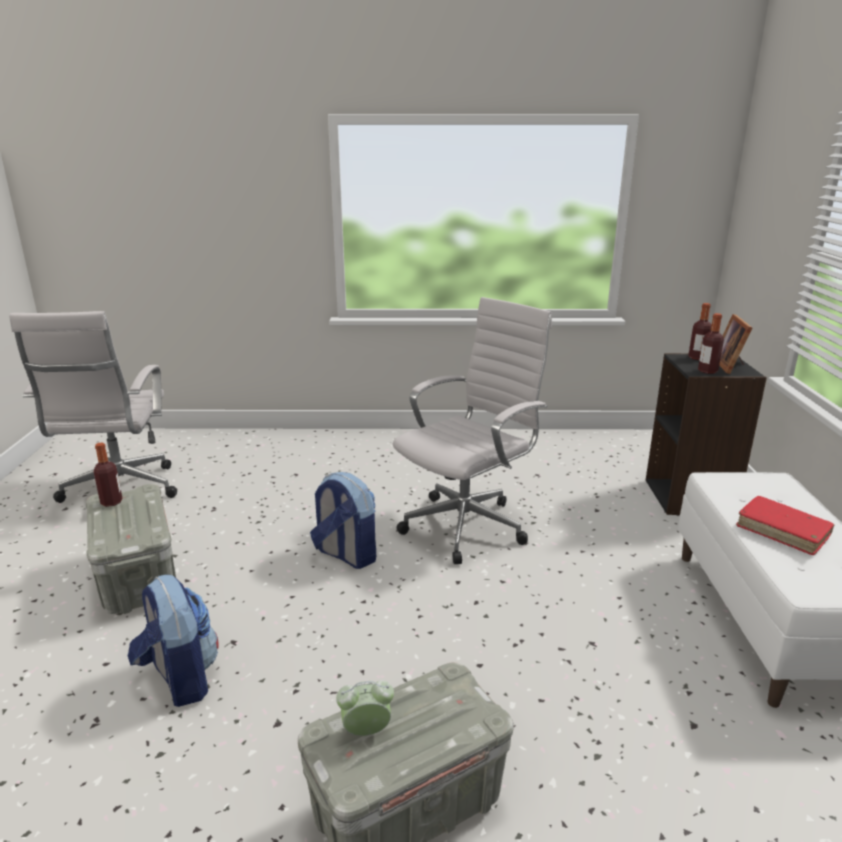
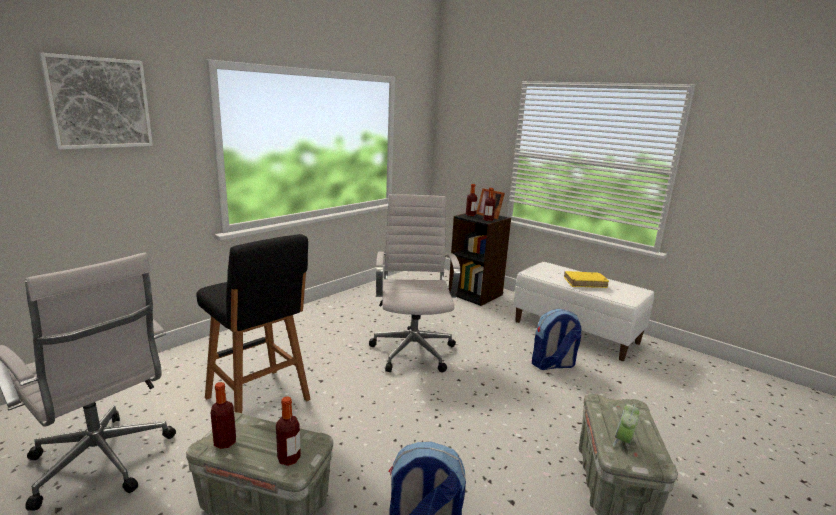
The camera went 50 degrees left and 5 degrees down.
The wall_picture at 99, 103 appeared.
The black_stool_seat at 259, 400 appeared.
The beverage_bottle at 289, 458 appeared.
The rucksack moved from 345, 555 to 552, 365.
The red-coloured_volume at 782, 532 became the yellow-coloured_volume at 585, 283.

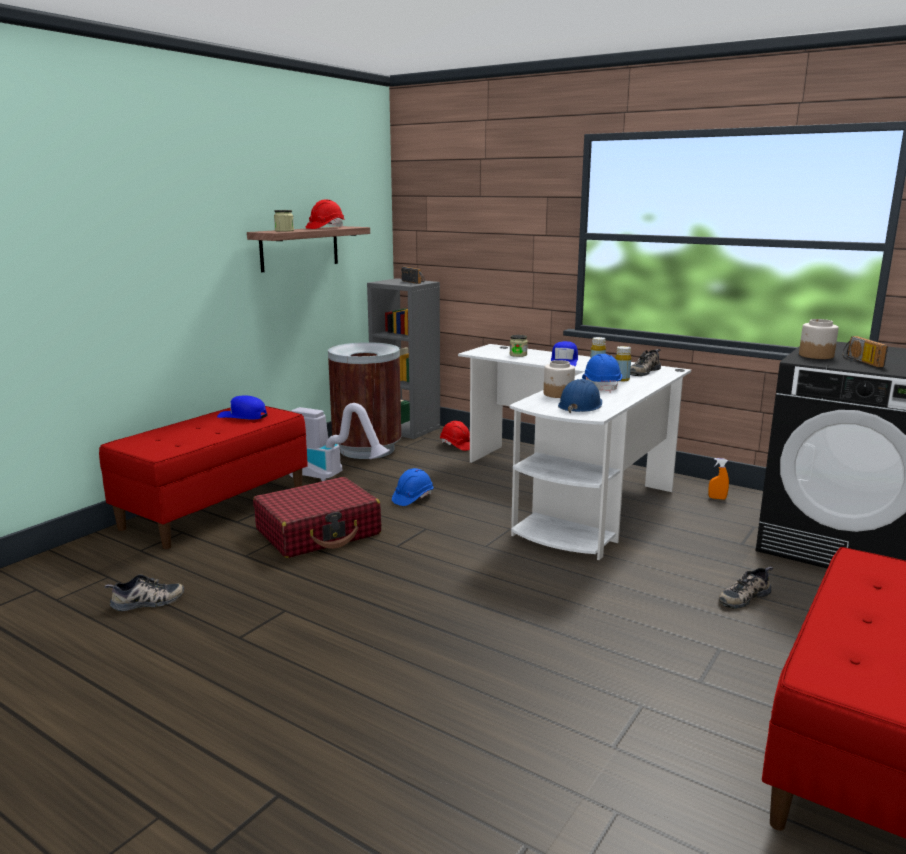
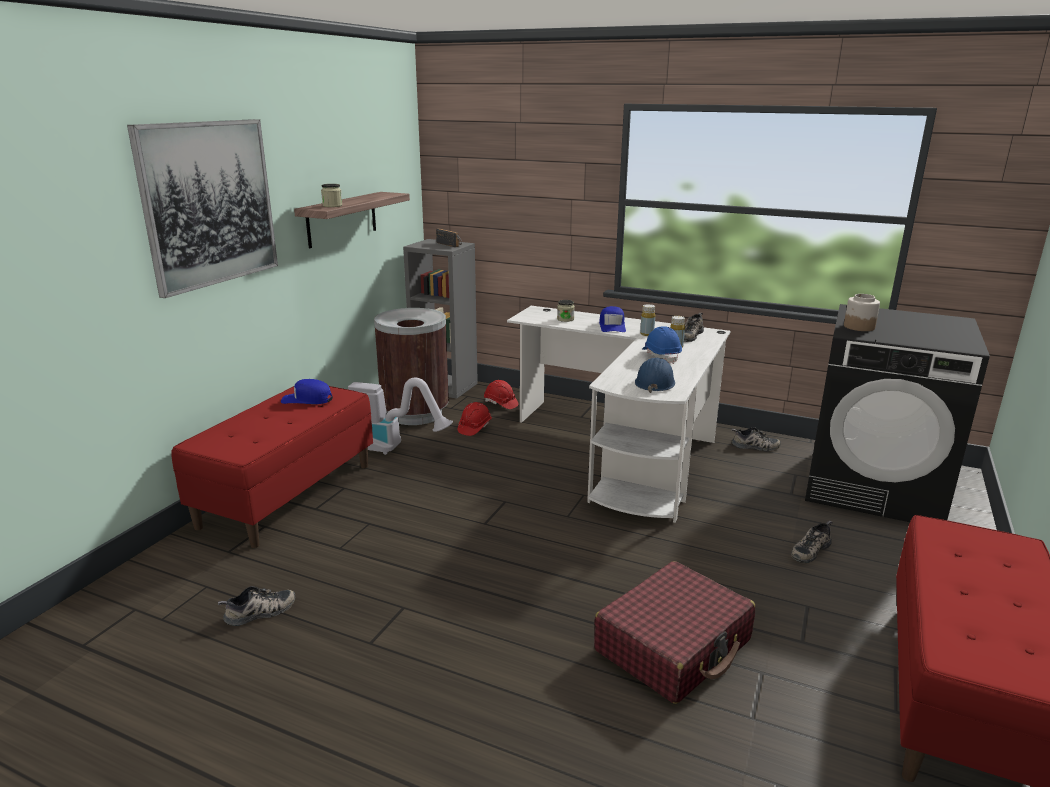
The camera went 10 degrees left and 5 degrees up.
The wall_picture at 209, 204 appeared.
The red-coloured_safety_helmet moved from 325, 228 to 474, 428.
The red-coloured_travel_case moved from 319, 532 to 673, 646.
The orange_sprayer at 717, 498 was replaced by the low_shoe at 754, 446.
The blue-coloured_safety_helmet at 412, 498 disappeared.
The storage_jar at 558, 394 disappeared.
The radio_set at 859, 362 disappeared.

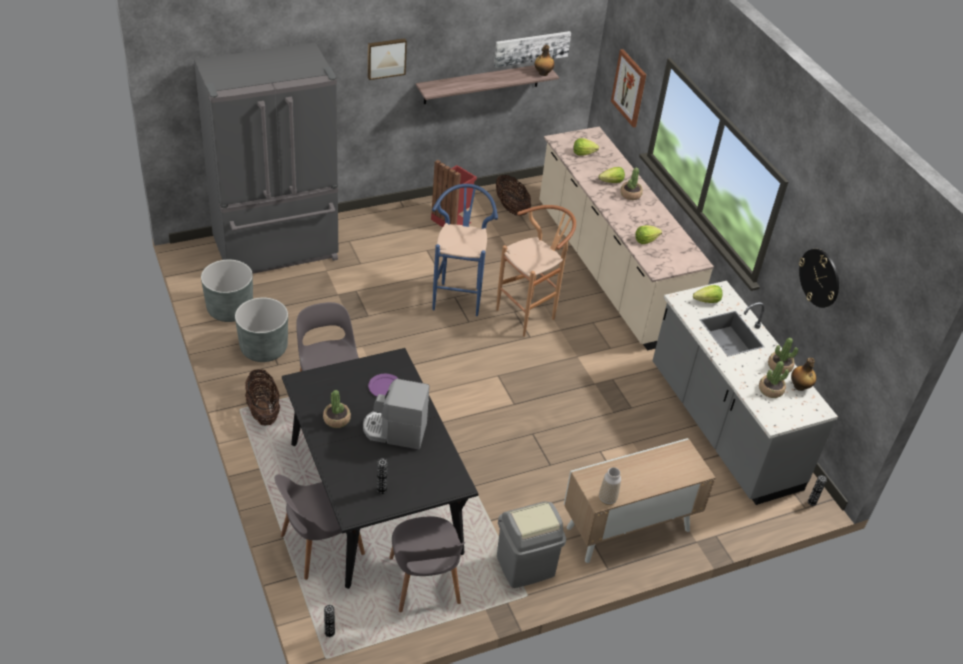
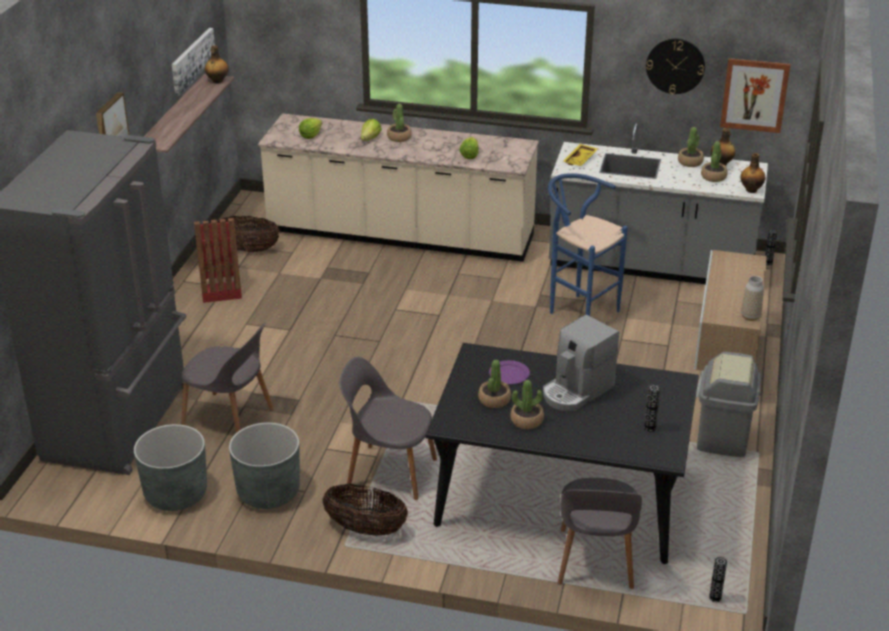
The camera went 50 degrees left and 10 degrees down.
The greyish_plain_chair moved from 424, 582 to 230, 419.
The houseplant at 494, 400 appeared.
The blue-coloured_stool_seat moved from 458, 295 to 578, 310.
The head_of_lettuce at 707, 301 was replaced by the yellow-coloured_serving_tray at 580, 160.
The wall_picture moved from 629, 88 to 754, 95.
The beverage_bottle at 751, 190 appeared.
The brown_stool_seat at 530, 313 disappeared.

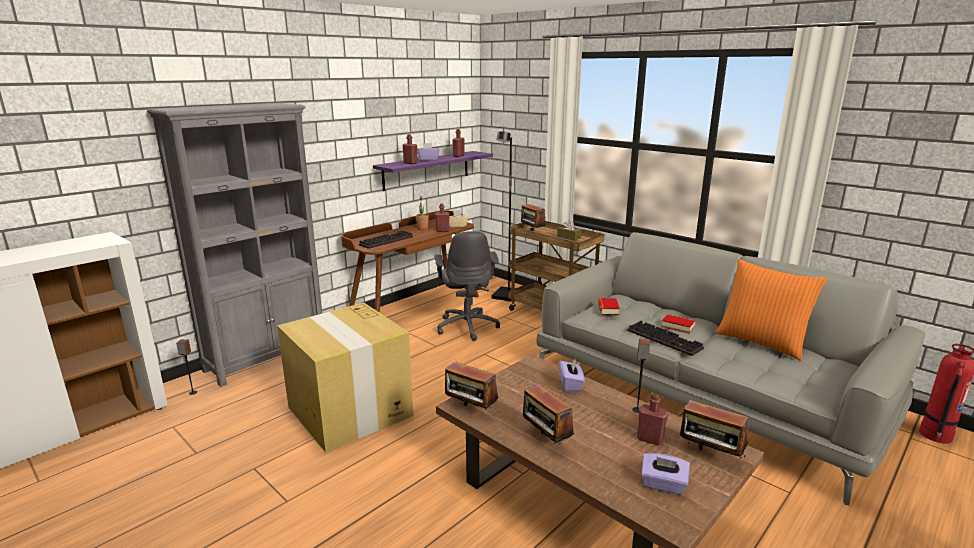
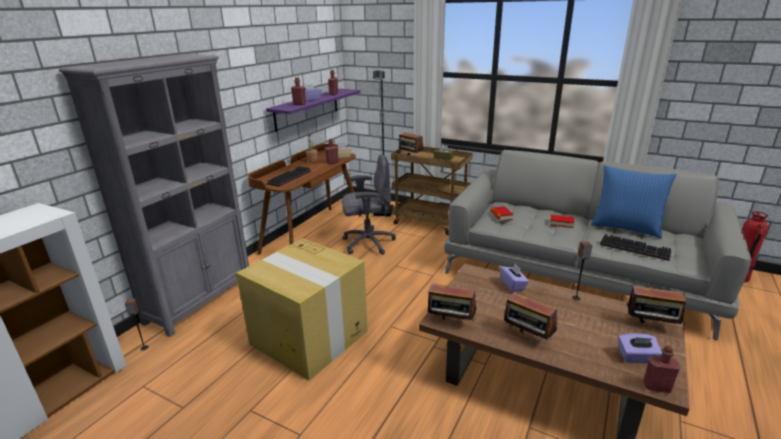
The camera went 15 degrees left and 5 degrees up.
The greyish_office_chair at 467, 326 turned 75 degrees counterclockwise.
The orange_cushion at 761, 342 became the blue-coloured_cushion at 626, 227.
The keyboard moved from 666, 339 to 636, 248.
The red-coloured_beverage_bottle moved from 650, 439 to 656, 387.

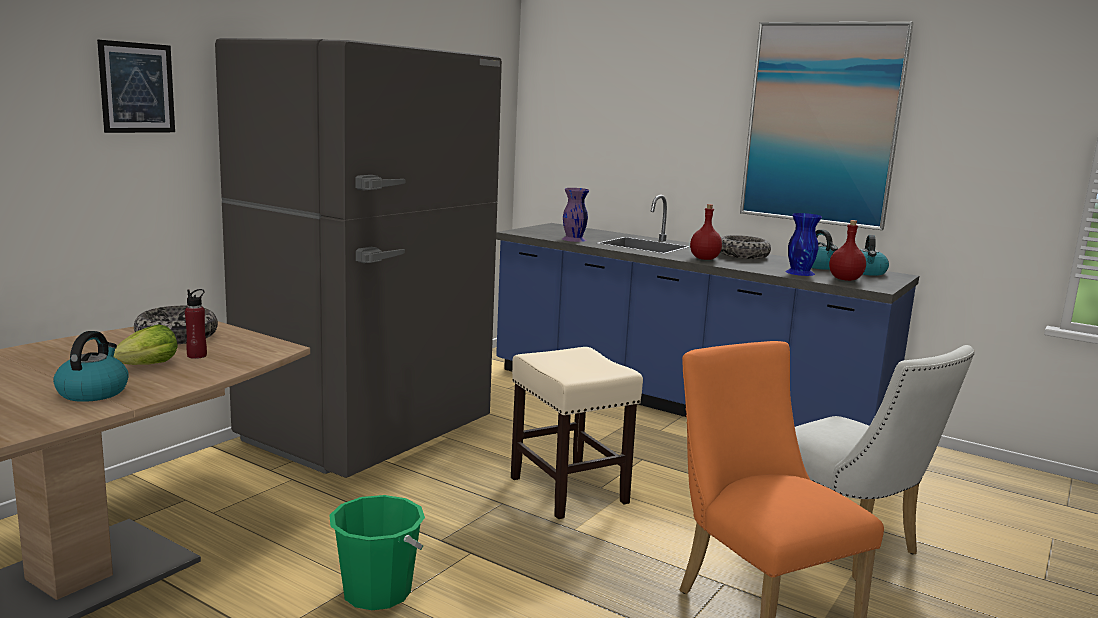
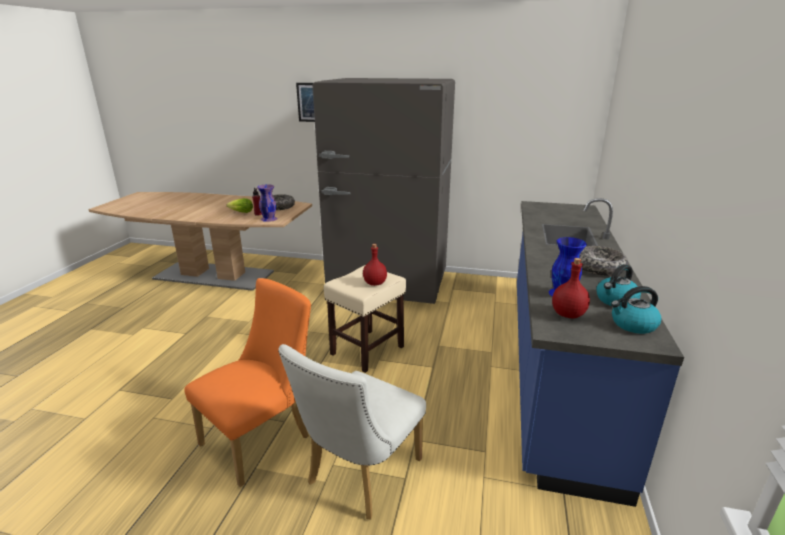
The camera went 70 degrees right and 10 degrees up.
The purplish_decorative_vase moved from 573, 239 to 268, 219.
The red-coloured_beverage_bottle moved from 704, 259 to 374, 283.
The kettle at 93, 392 disappeared.
The greenish_pail at 377, 593 disappeared.
The wall_picture at 821, 124 disappeared.

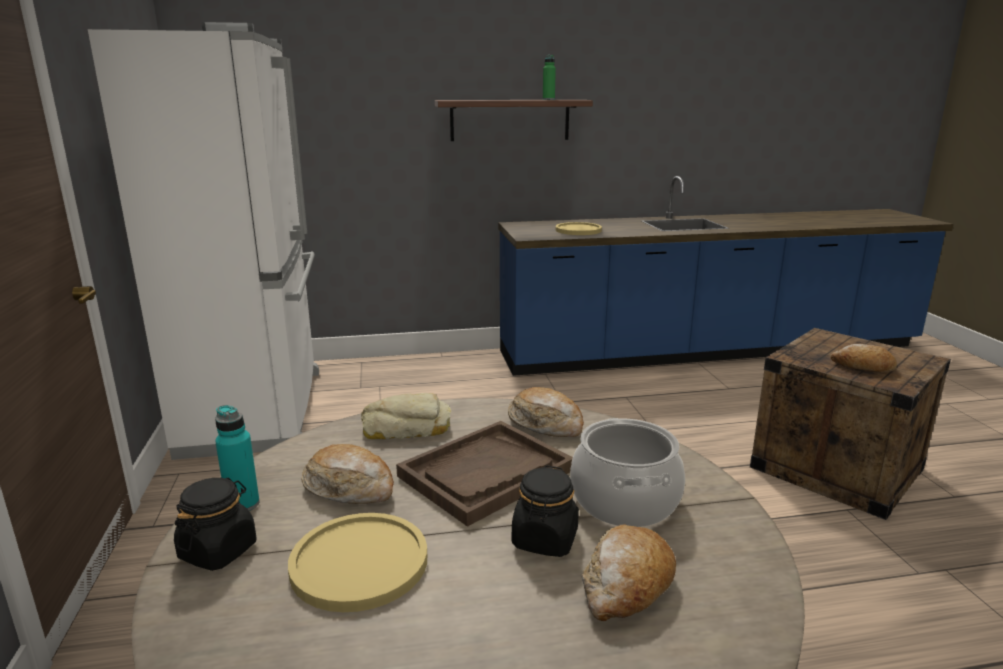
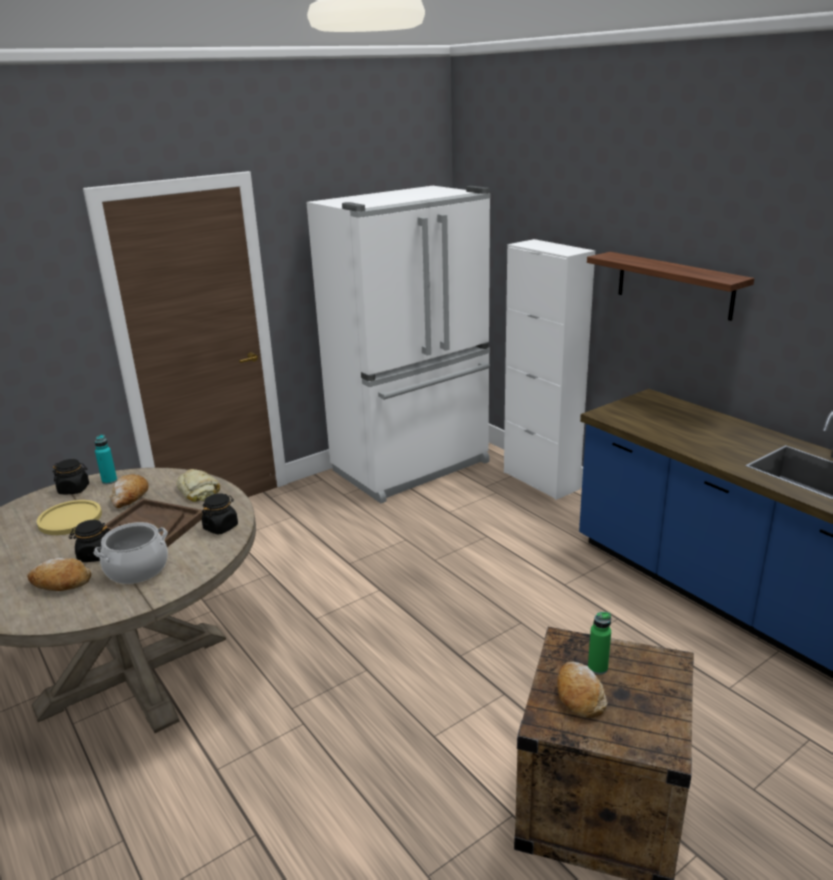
The camera went 65 degrees right and 5 degrees up.
The baked_bread at 546, 424 was replaced by the black_storage_jar at 221, 527.
The white-coloured_storage_cabinet at 541, 480 appeared.
The greenish_beverage_bottle moved from 548, 99 to 597, 667.
The yellow-coloured_flat_dish at 578, 230 disappeared.

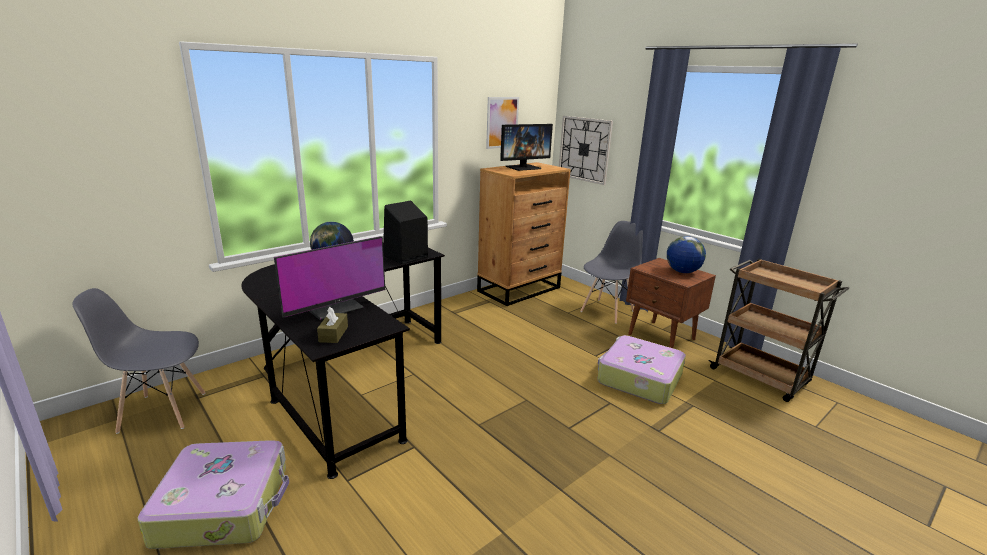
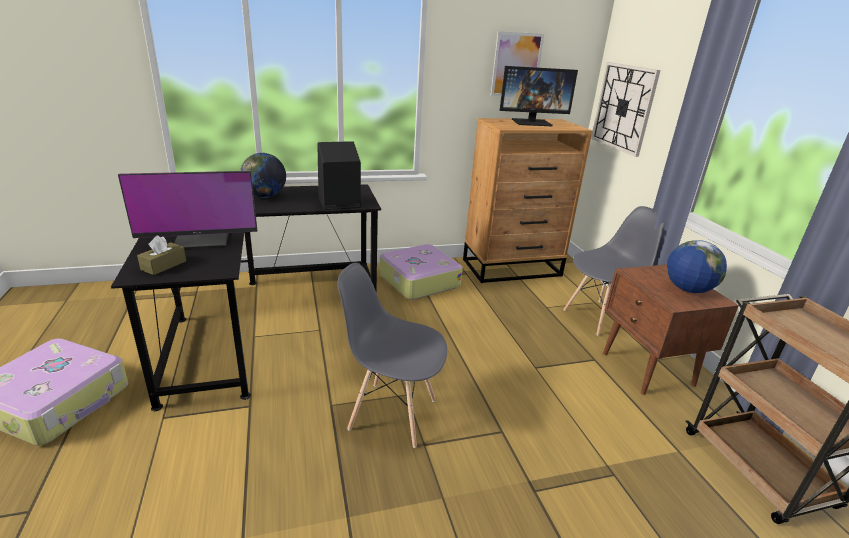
The camera went 25 degrees right and 5 degrees up.
The greyish_plain_chair moved from 162, 412 to 392, 413.
The travel_case moved from 638, 378 to 418, 280.

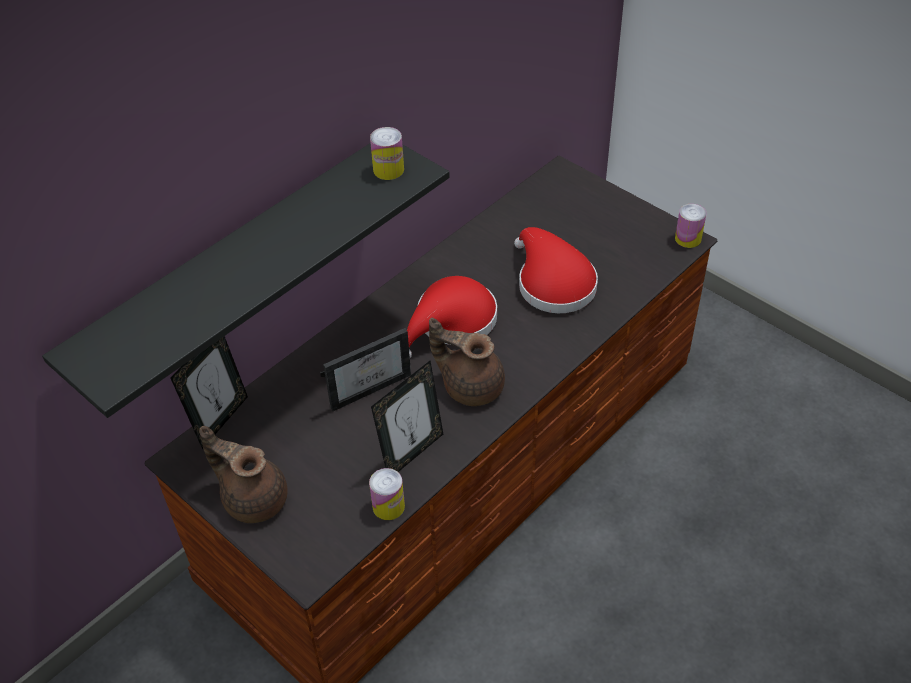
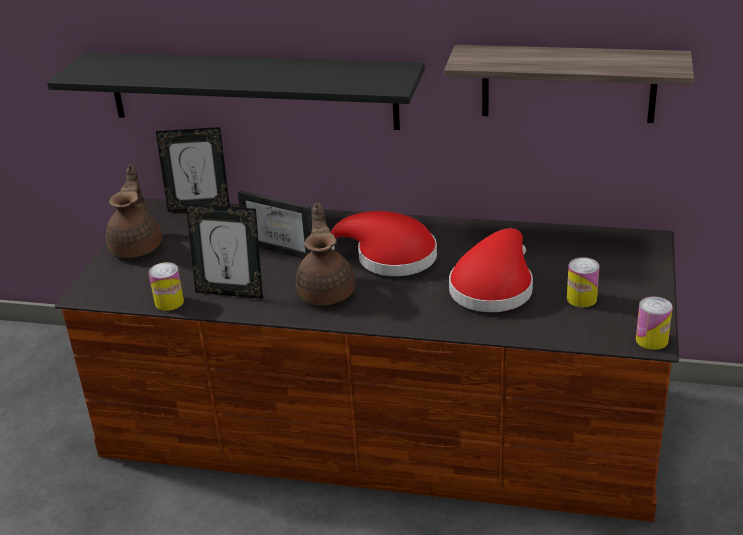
The camera went 60 degrees right and 15 degrees down.
The bracket_shelf at 568, 83 appeared.
The metal_can moved from 388, 170 to 581, 298.

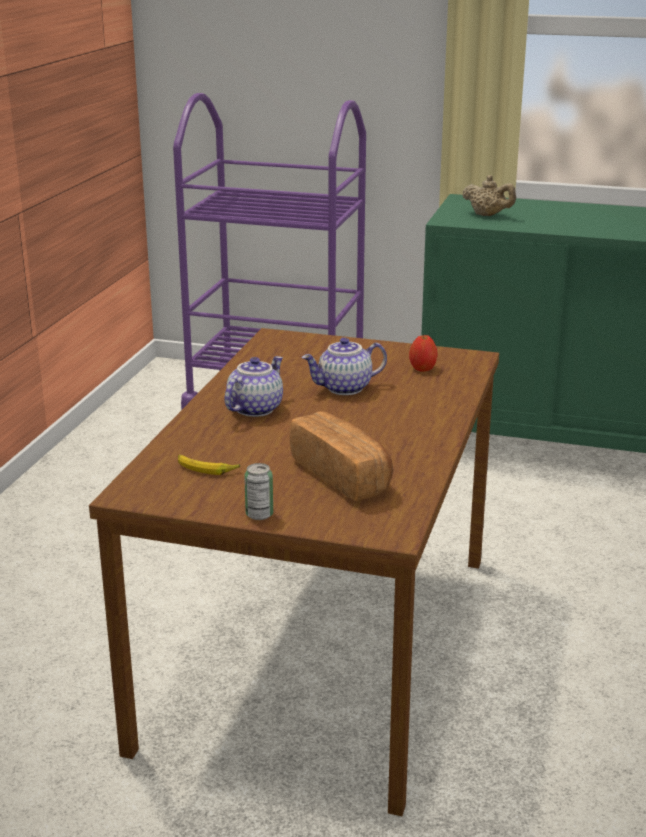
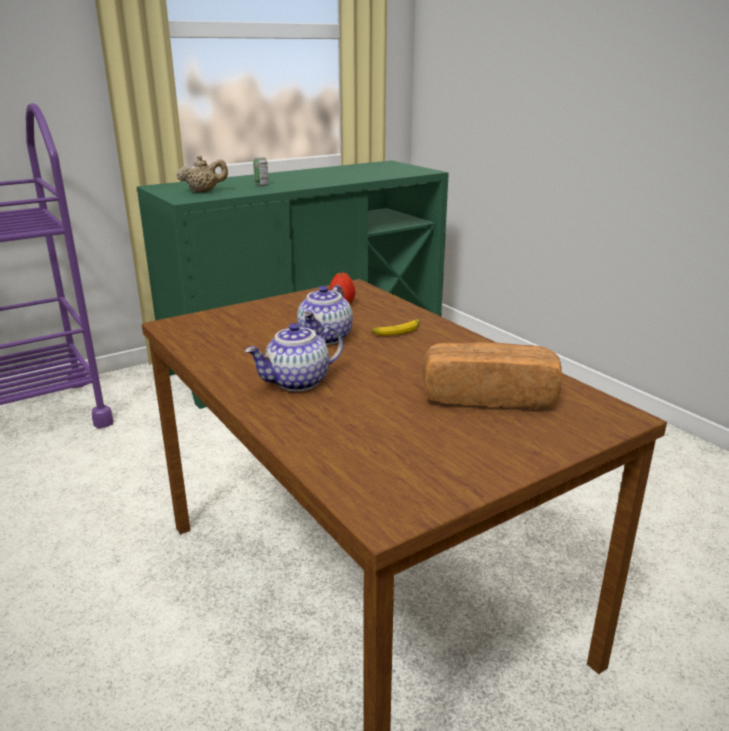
The camera went 50 degrees left and 0 degrees up.
The tea_pot at 254, 409 turned 105 degrees counterclockwise.
The metal_can moved from 259, 515 to 261, 185.
The banana moved from 206, 468 to 397, 331.

